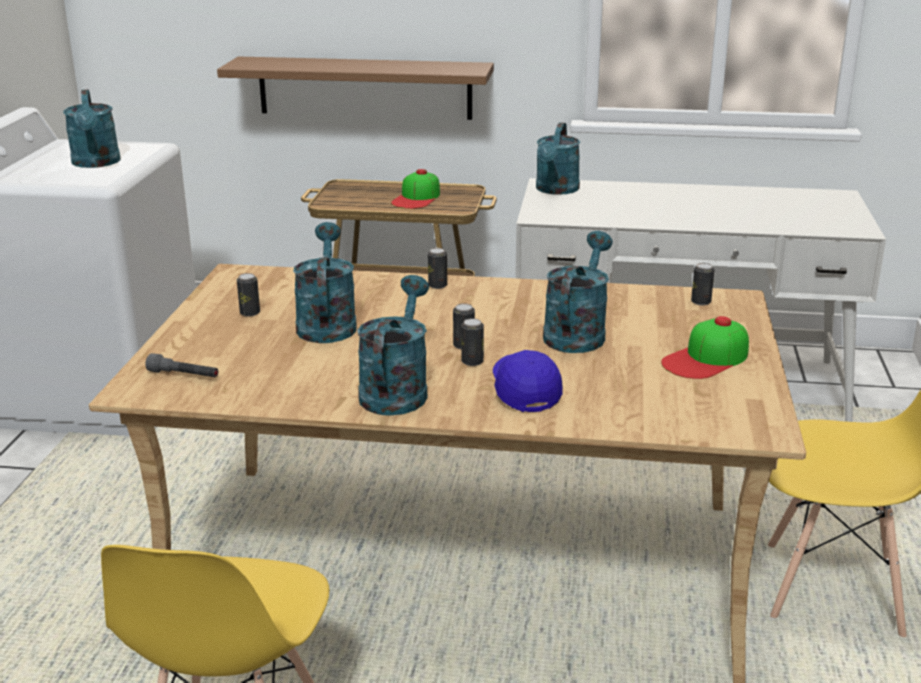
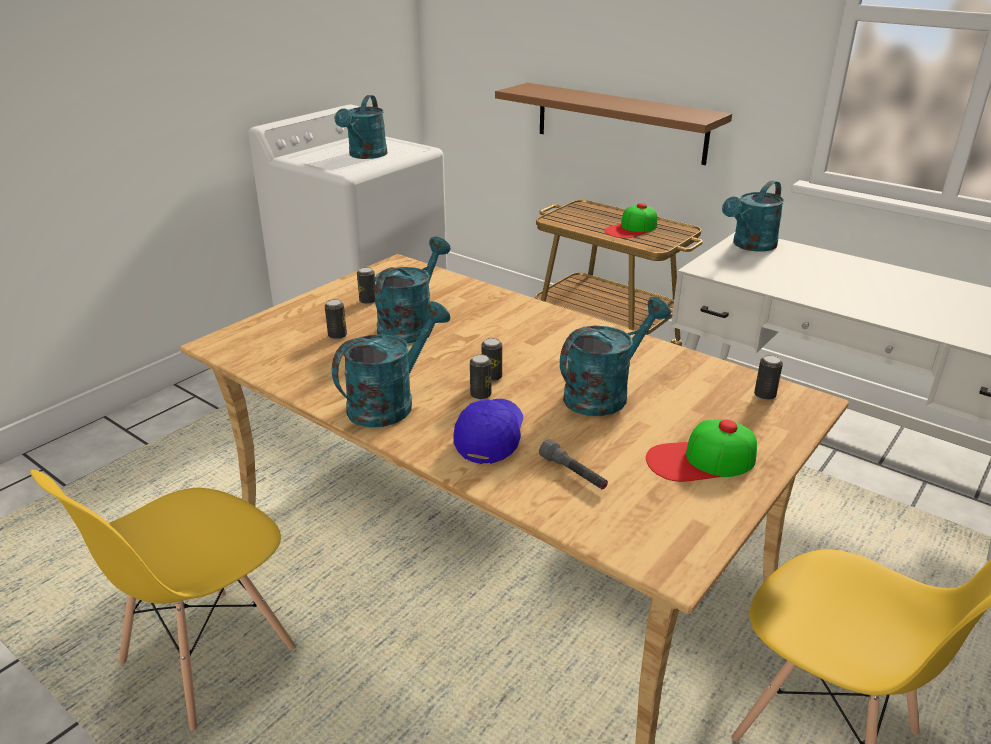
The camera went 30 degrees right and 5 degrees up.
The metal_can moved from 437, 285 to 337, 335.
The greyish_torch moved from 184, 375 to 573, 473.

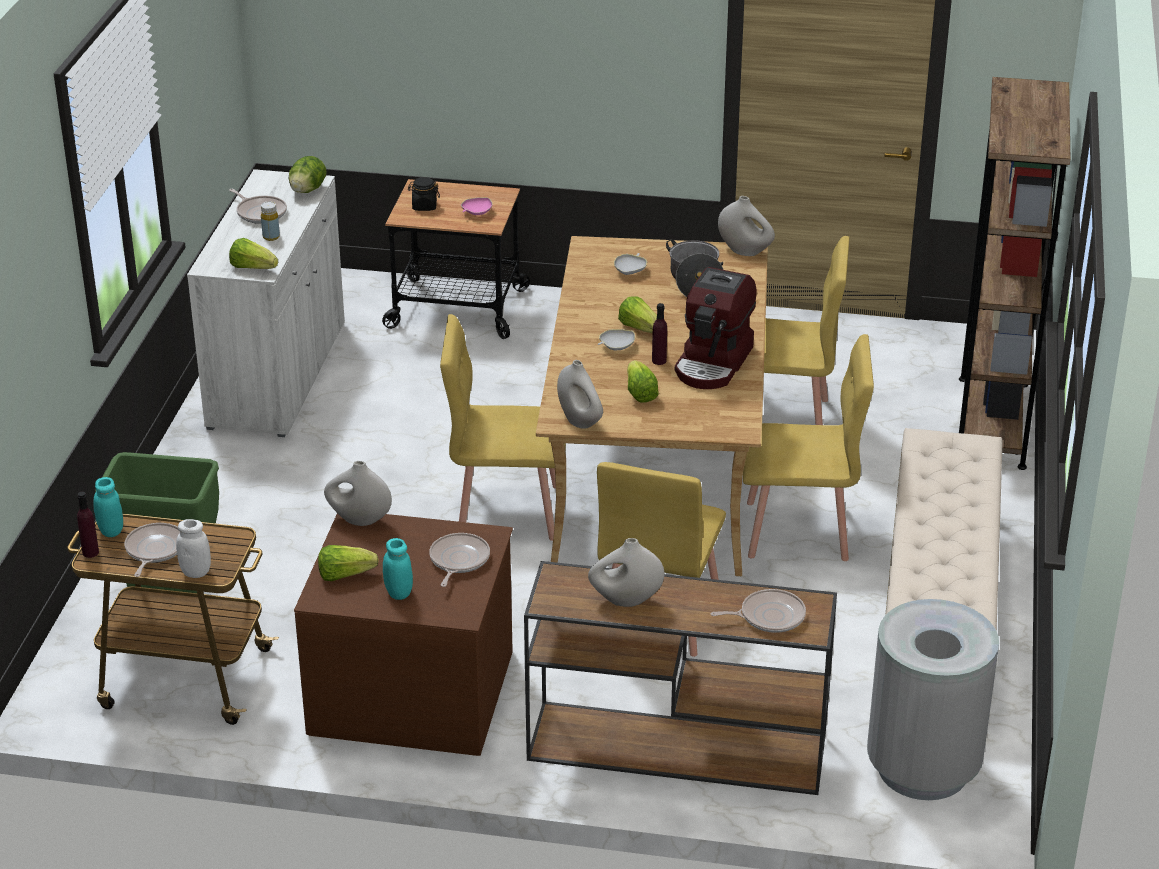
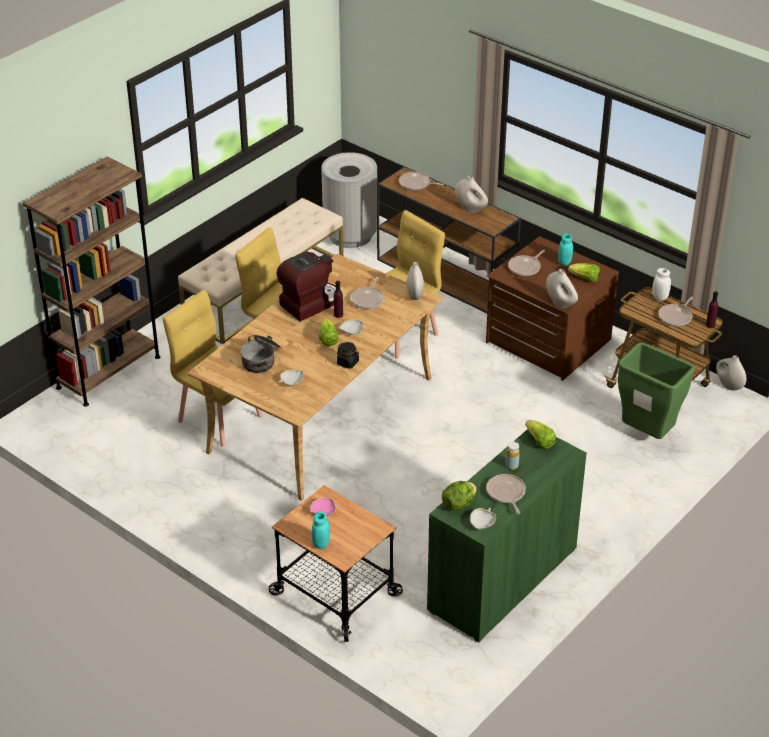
The camera went 150 degrees left and 5 degrees up.
The turquoise-coloured_storage_jar moved from 111, 531 to 321, 544.
The black_storage_jar moved from 424, 206 to 348, 363.
The head_of_lettuce at 640, 393 was replaced by the skillet at 368, 299.
The white-coloured_storage_cabinet at 278, 375 became the greenish_storage_cabinet at 502, 580.
The white-coloured_bowl at 482, 523 appeared.
The white-coloured_decorative_vase moved from 745, 251 to 728, 385.
The yellow-coloured_plain_chair at 507, 510 disappeared.

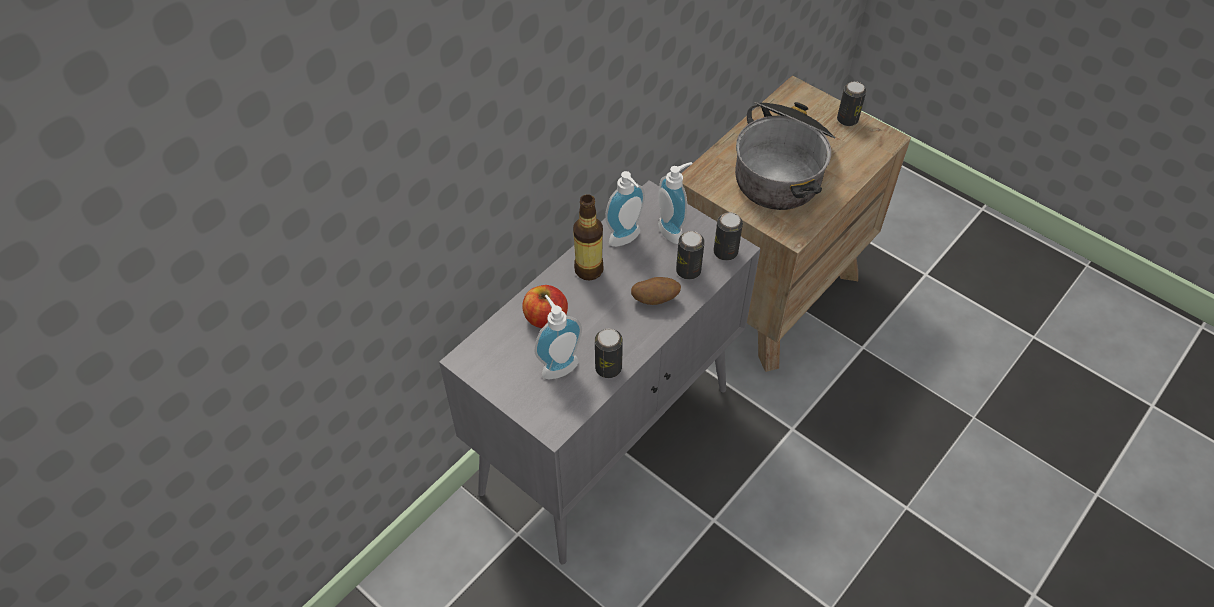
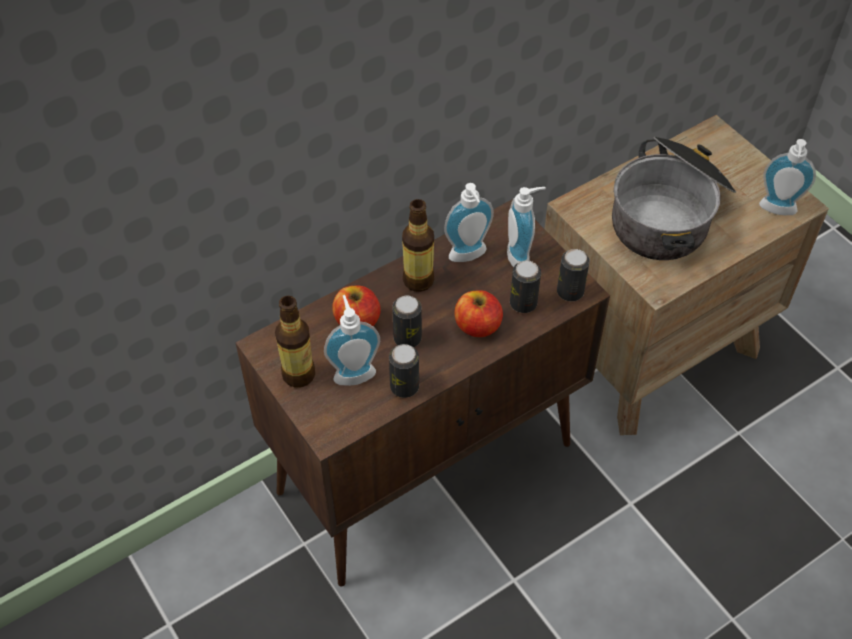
The camera went 15 degrees right and 0 degrees up.
The greyish_storage_cabinet at 608, 438 became the brown_storage_cabinet at 428, 466.
The beverage_bottle at 299, 374 appeared.
The metal_can moved from 847, 120 to 407, 338.
The potato at 655, 299 was replaced by the apple at 477, 326.
The soap_bottle at 777, 211 appeared.

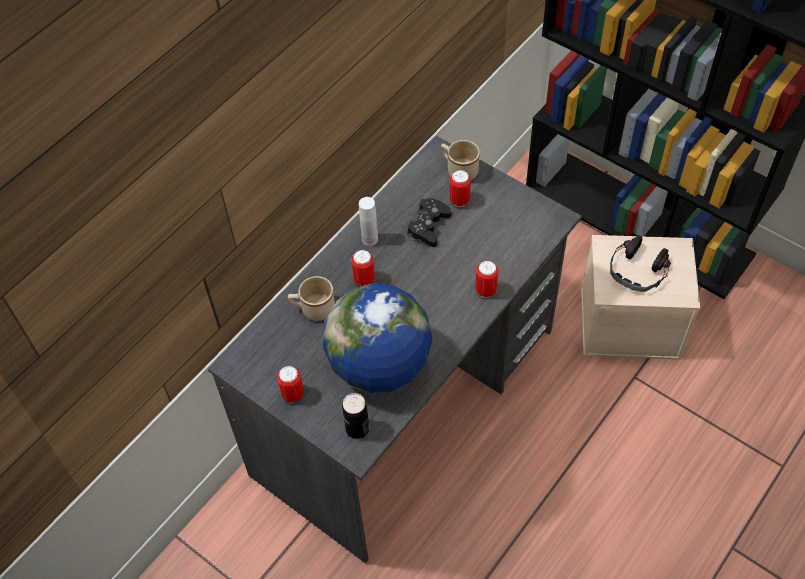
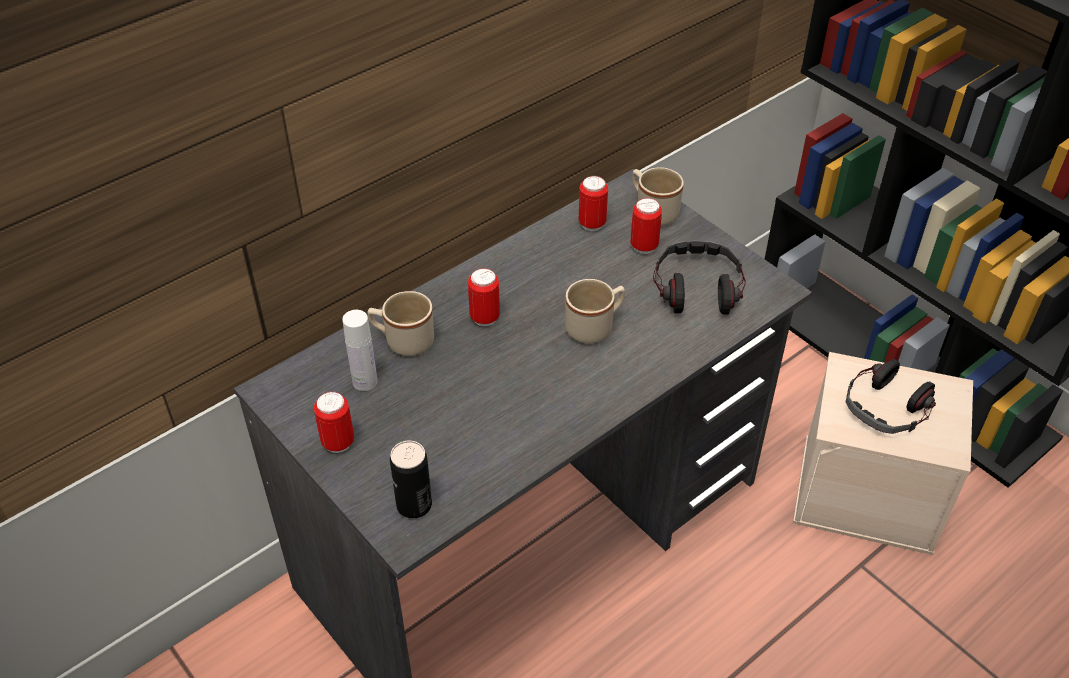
The camera went 10 degrees right and 10 degrees down.
The white-coloured_beverage_bottle moved from 370, 239 to 365, 381.
The beige_coffee_mug at 595, 327 appeared.
The metal_can moved from 486, 290 to 592, 224.
The headset at 697, 287 appeared.
The globe at 380, 365 disappeared.
The black_joypad at 428, 226 disappeared.

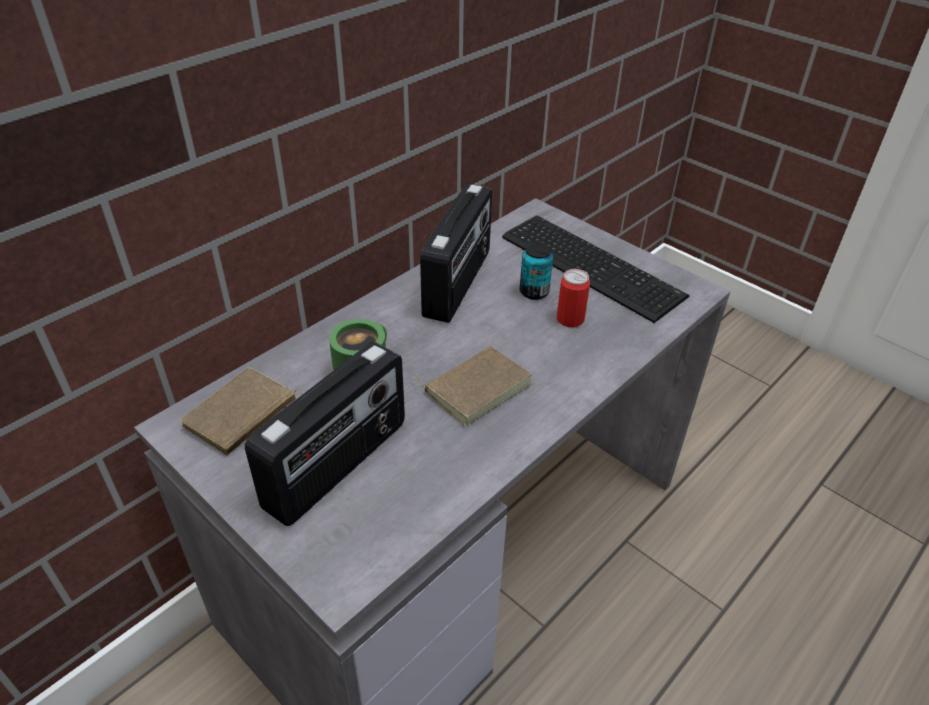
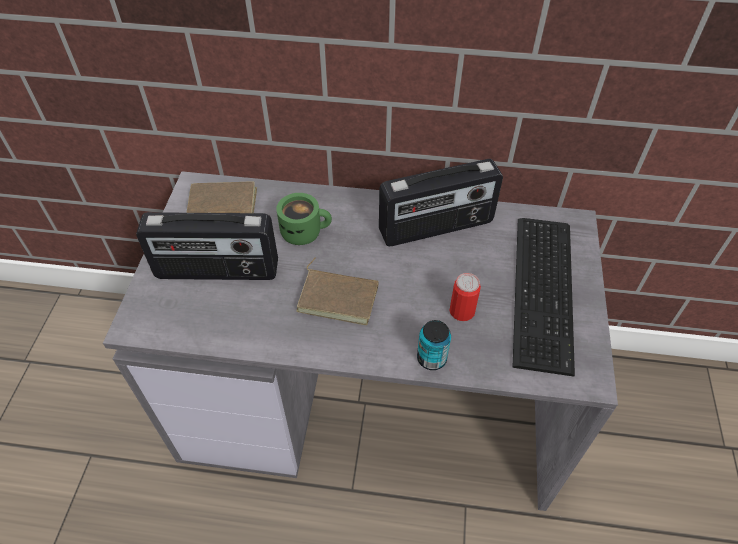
The camera went 55 degrees right and 10 degrees up.
The metal_can moved from 534, 292 to 431, 358.

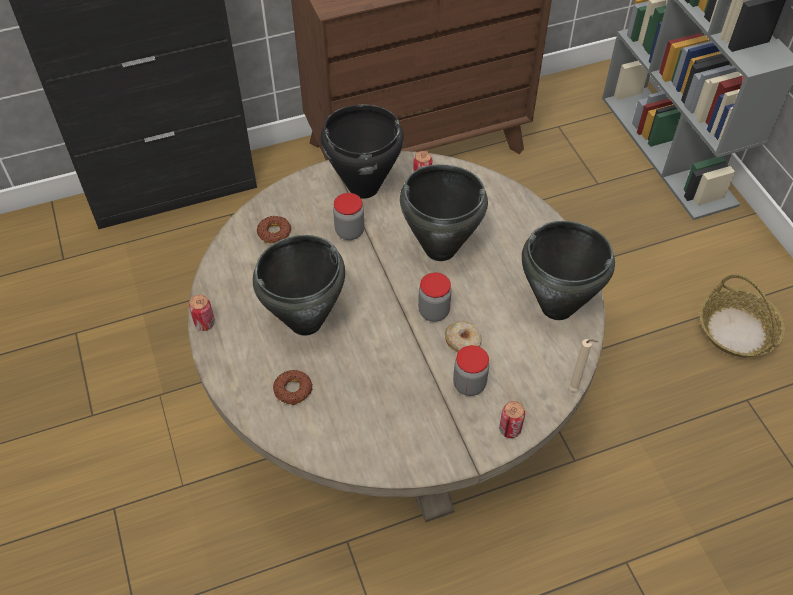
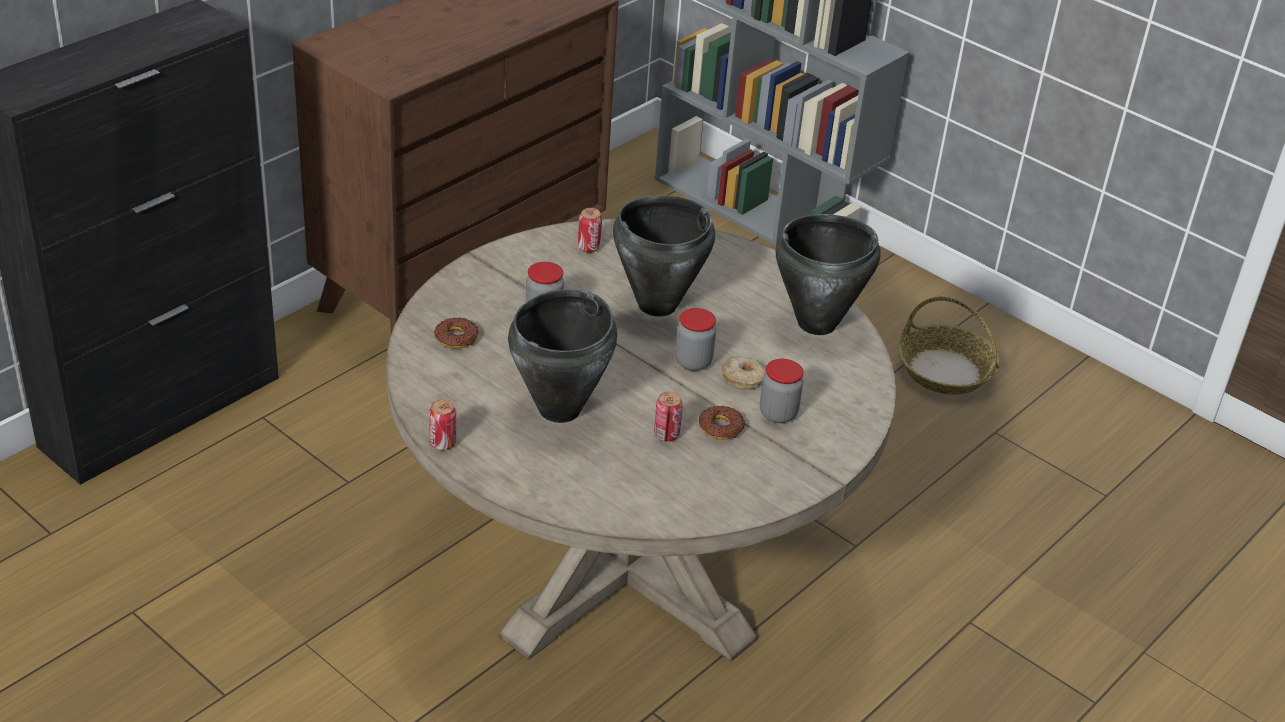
The camera went 30 degrees left and 15 degrees down.
The metal_can moved from 510, 429 to 666, 435.
The donut moved from 293, 390 to 721, 427.
The black_cooking_pot at 363, 187 disappeared.
The beige_wax_light at 575, 389 disappeared.

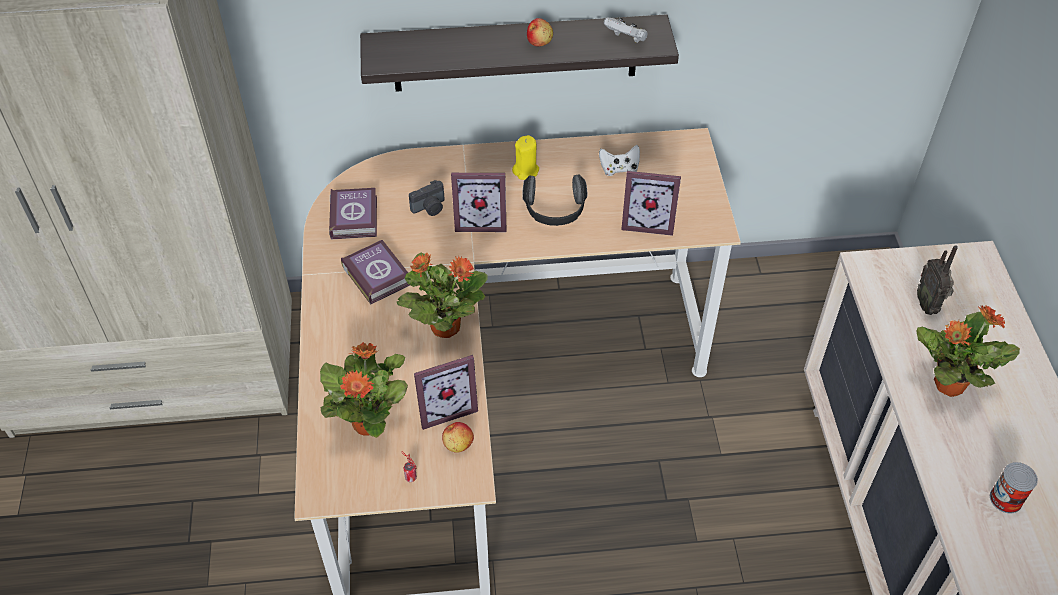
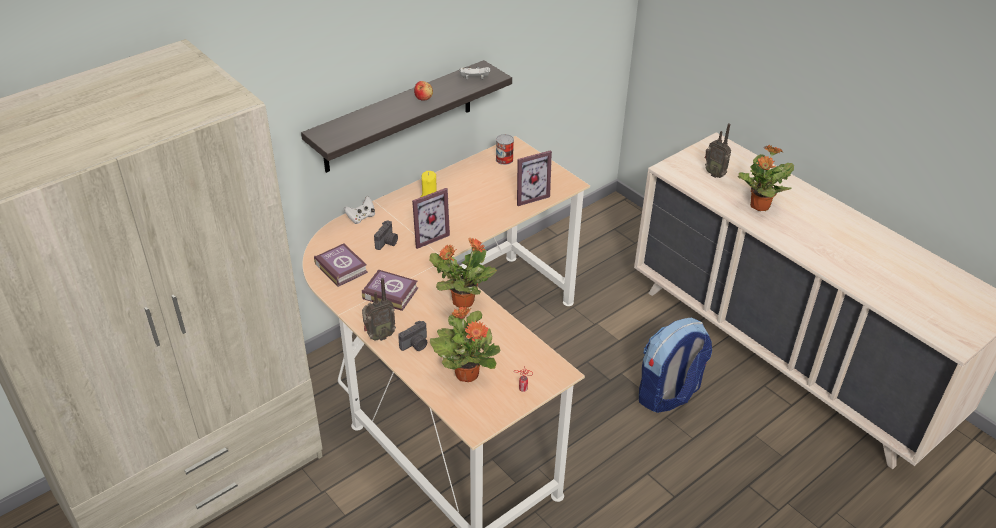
The camera went 35 degrees left and 10 degrees down.
The white-coloured_joypad moved from 619, 169 to 361, 217.
The radio_set at 379, 336 appeared.
The still_camera at 415, 345 appeared.
The metal_can moved from 1006, 499 to 504, 159.
The rucksack at 668, 394 appeared.
The standing_frame at 445, 407 disappeared.
The apple at 458, 444 disappeared.
The headset at 554, 211 disappeared.

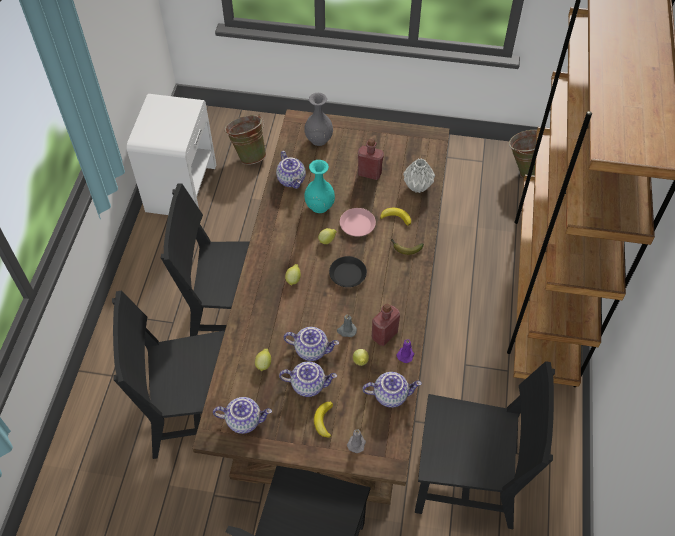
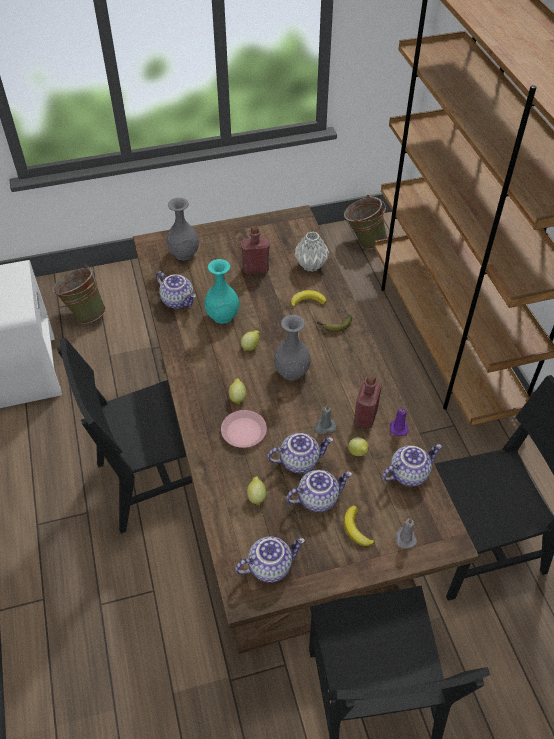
The camera went 25 degrees left and 5 degrees down.
The pink-coloured_flat_dish moved from 357, 225 to 244, 432.
The black_flat_dish at 347, 274 was replaced by the greyish_decorative_vase at 291, 371.
The black_plain_chair at 196, 414 disappeared.

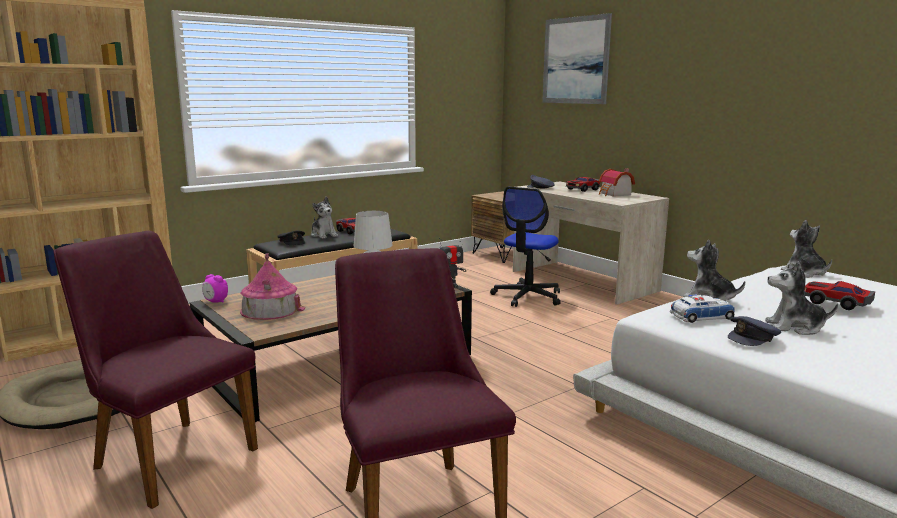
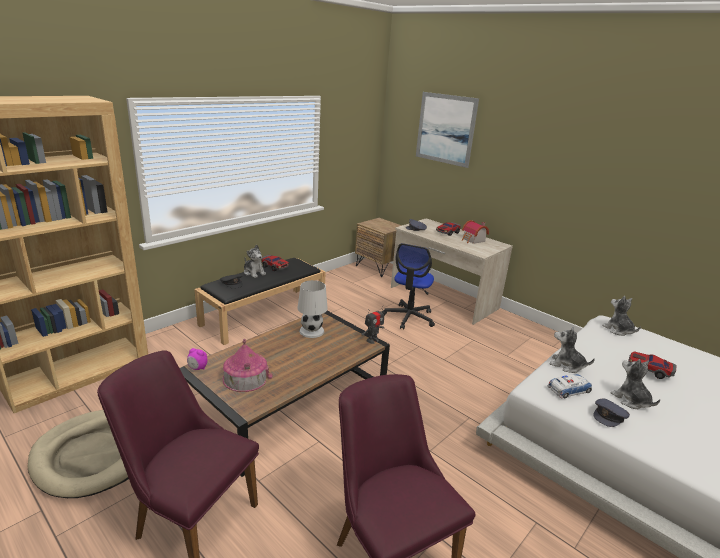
The camera went 10 degrees left and 10 degrees up.
The cuddly_toy at 794, 327 turned 60 degrees clockwise.

